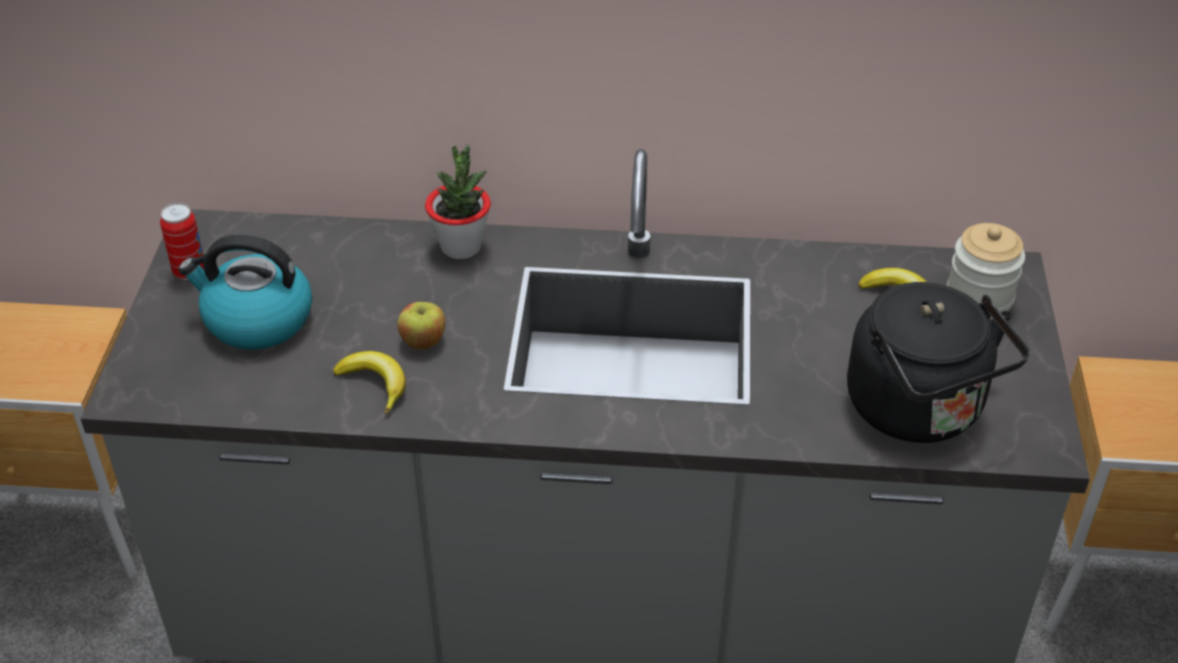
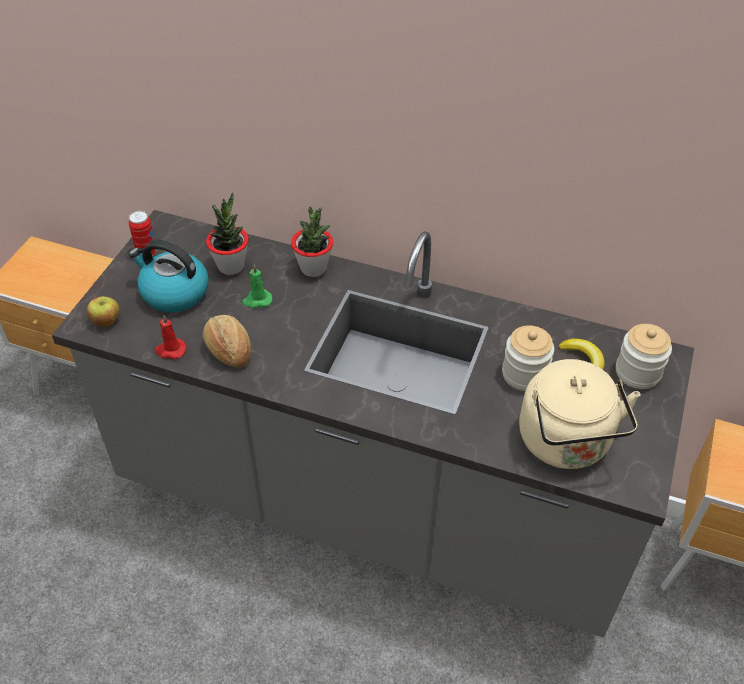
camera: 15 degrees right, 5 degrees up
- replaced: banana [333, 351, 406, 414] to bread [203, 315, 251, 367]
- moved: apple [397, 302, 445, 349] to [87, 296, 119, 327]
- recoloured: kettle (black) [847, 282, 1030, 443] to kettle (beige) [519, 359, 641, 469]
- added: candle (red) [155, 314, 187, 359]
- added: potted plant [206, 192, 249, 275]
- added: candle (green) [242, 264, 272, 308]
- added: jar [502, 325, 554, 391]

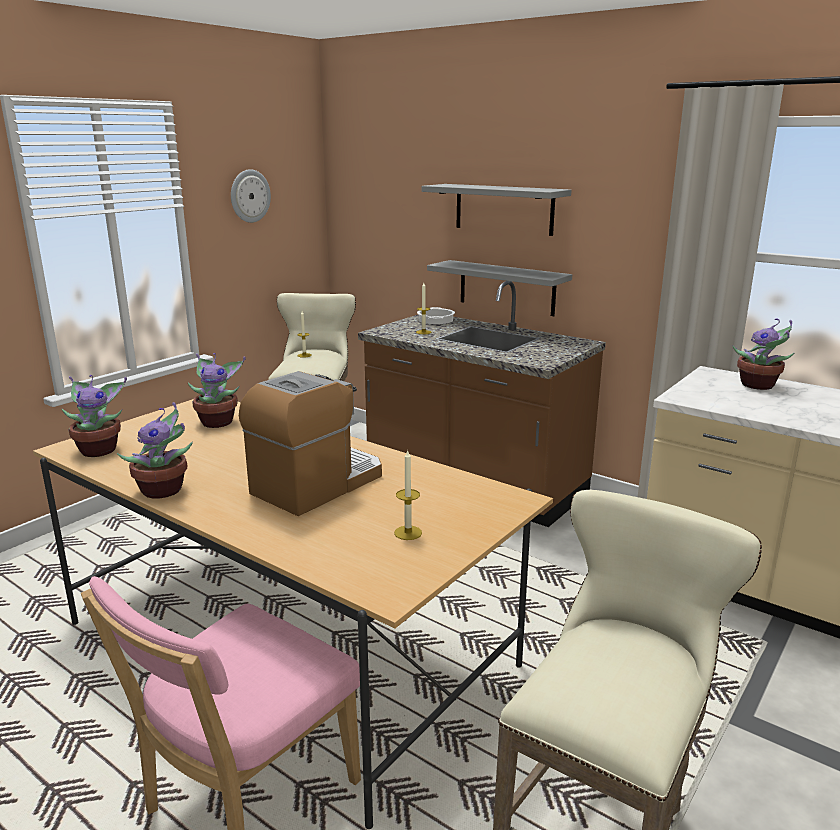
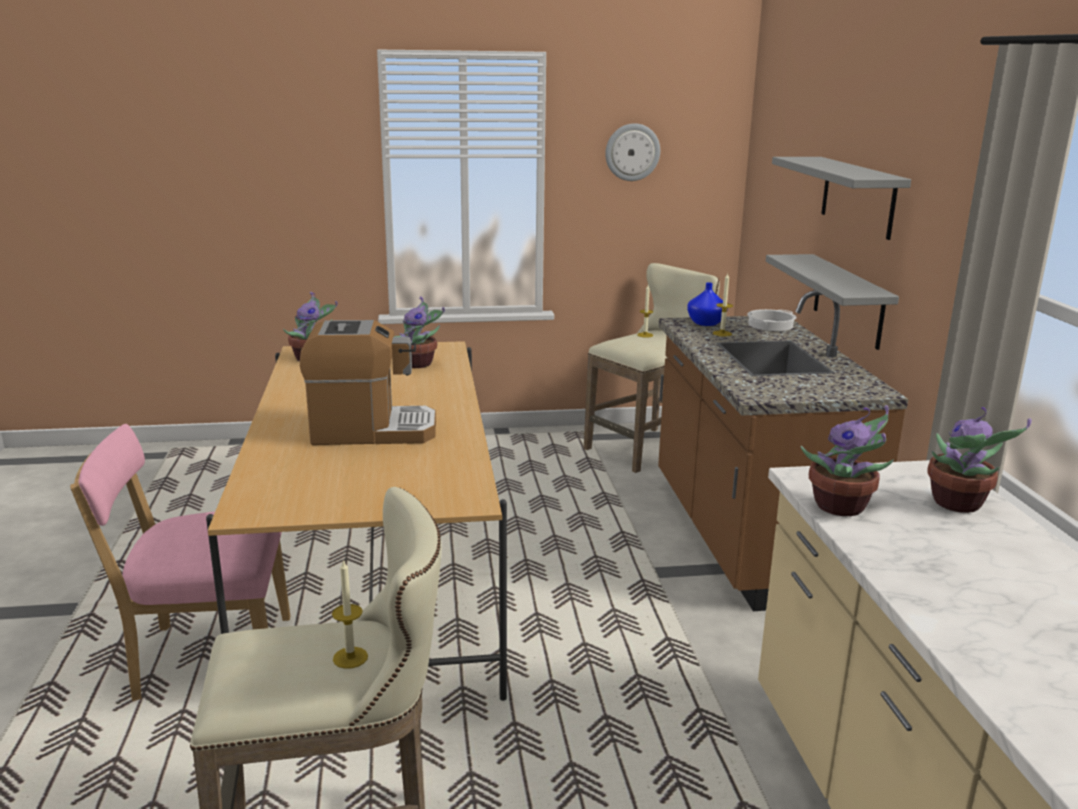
camera: 45 degrees right, 0 degrees up
- moved: potted plant [117, 402, 193, 498] to [801, 405, 894, 516]
- moved: candle [394, 449, 422, 540] to [332, 559, 368, 669]
- added: vase (blue) [687, 282, 723, 326]

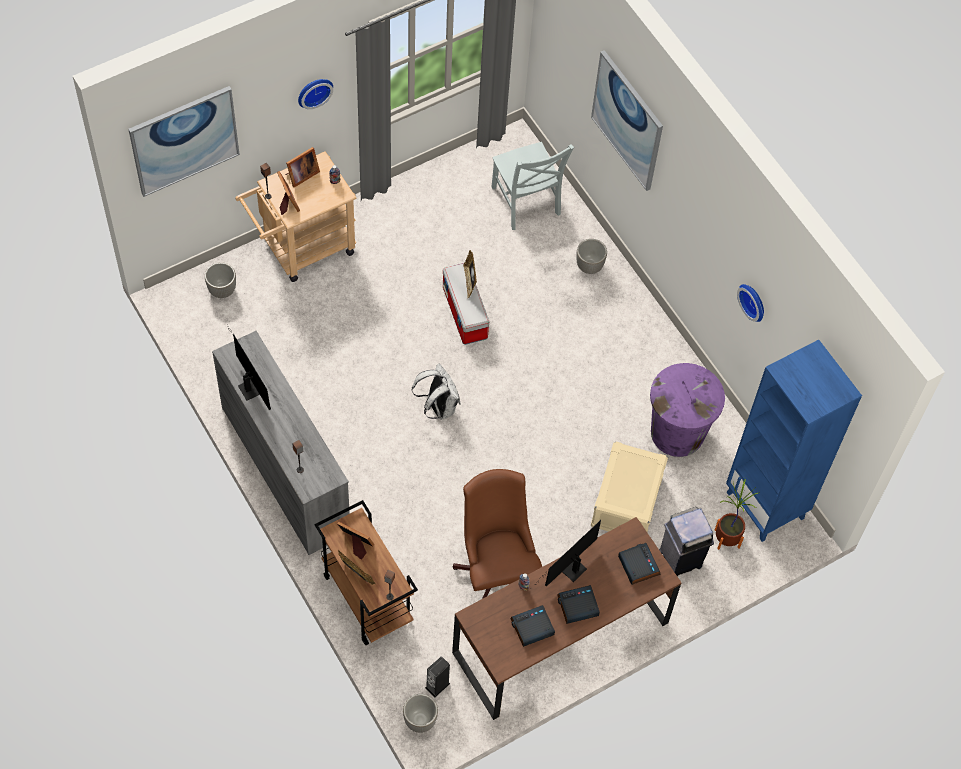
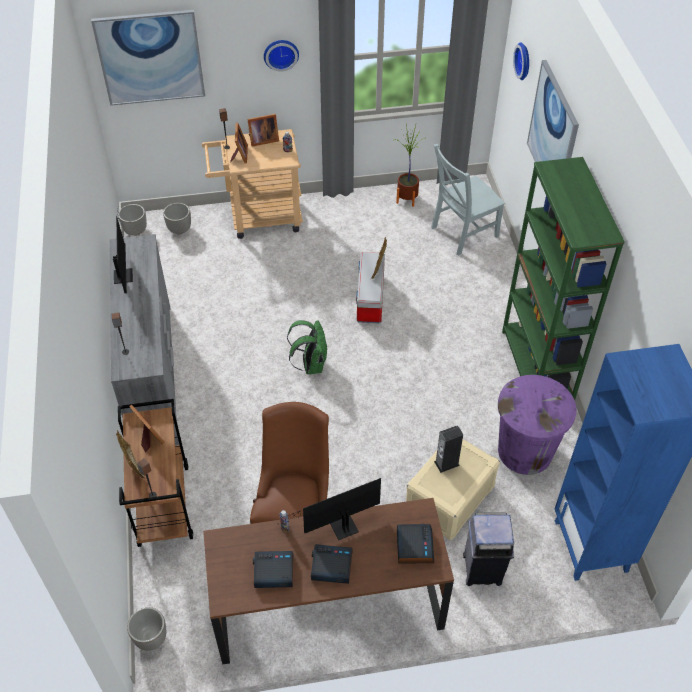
camera: 25 degrees right, 10 degrees down
- recoloured: backpack (white) [412, 364, 460, 420] to backpack (green) [287, 320, 327, 374]
- moved: speaker [425, 656, 450, 698] to [434, 425, 463, 473]
- turned: chair (grey) [491, 142, 574, 230] = [431, 144, 505, 256] 60 degrees clockwise
- moved: planter [576, 239, 607, 274] to [118, 204, 147, 236]
- moved: potted plant [715, 478, 760, 550] to [394, 125, 425, 207]
- moved: wall clock [737, 284, 764, 322] to [513, 43, 529, 80]
- added: bookcase (green) [502, 157, 625, 400]

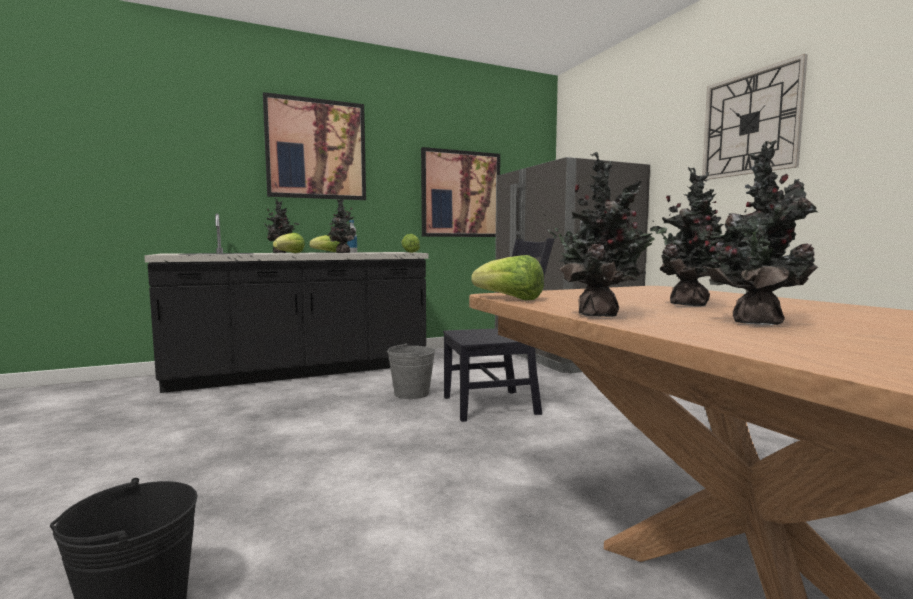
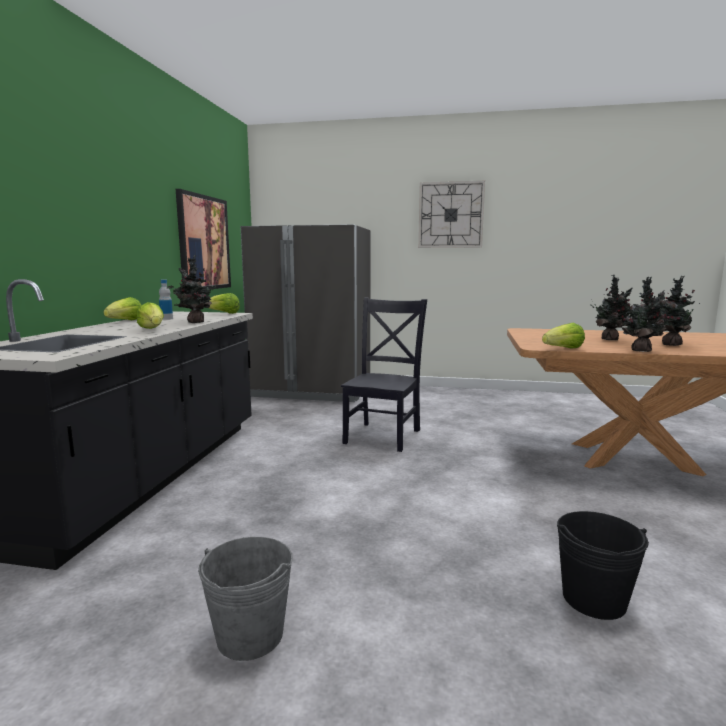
camera: 55 degrees left, 5 degrees up
- removed: potted plant [262, 199, 300, 253]
- removed: picture [263, 92, 366, 200]
- moved: bucket (grey) [387, 343, 435, 399] to [198, 537, 293, 661]

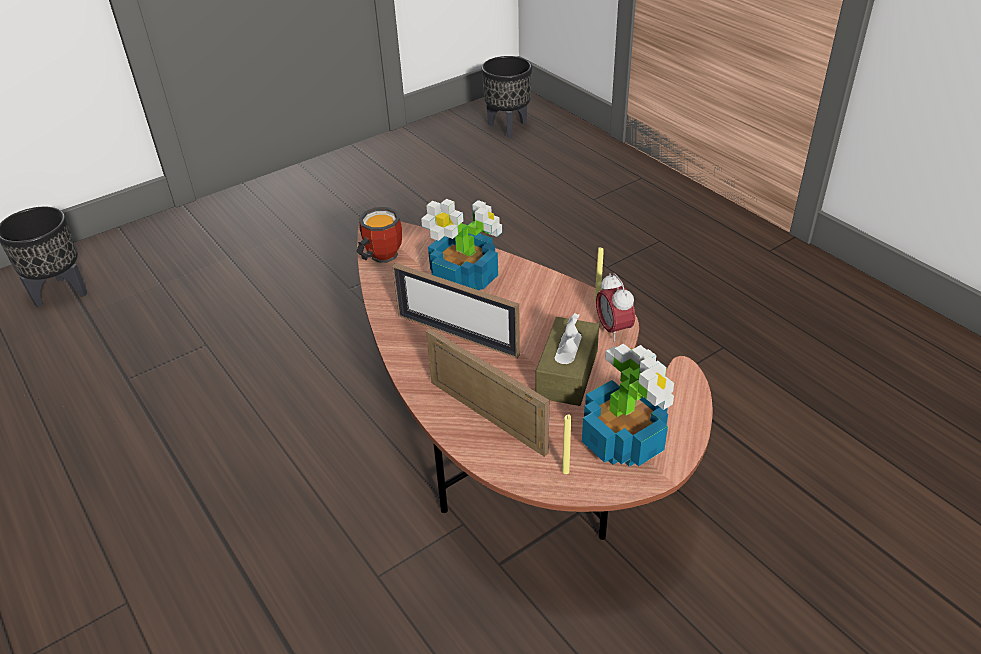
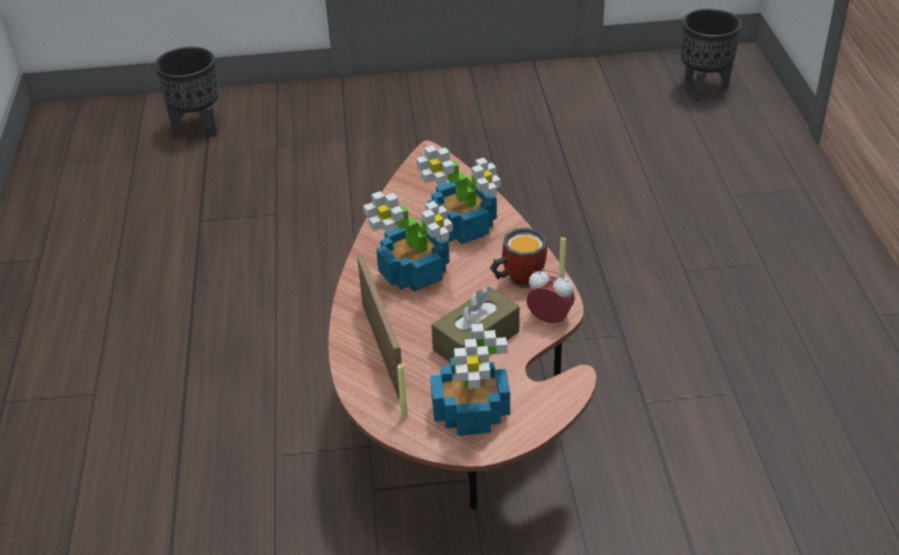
camera: 30 degrees right, 0 degrees up
- moved: mug [356, 207, 402, 263] to [490, 228, 547, 288]
- replaced: picture frame [392, 263, 520, 359] to potted plant [363, 191, 453, 292]
- turned: alarm clock [596, 273, 635, 342] = [526, 269, 575, 323] 105 degrees clockwise

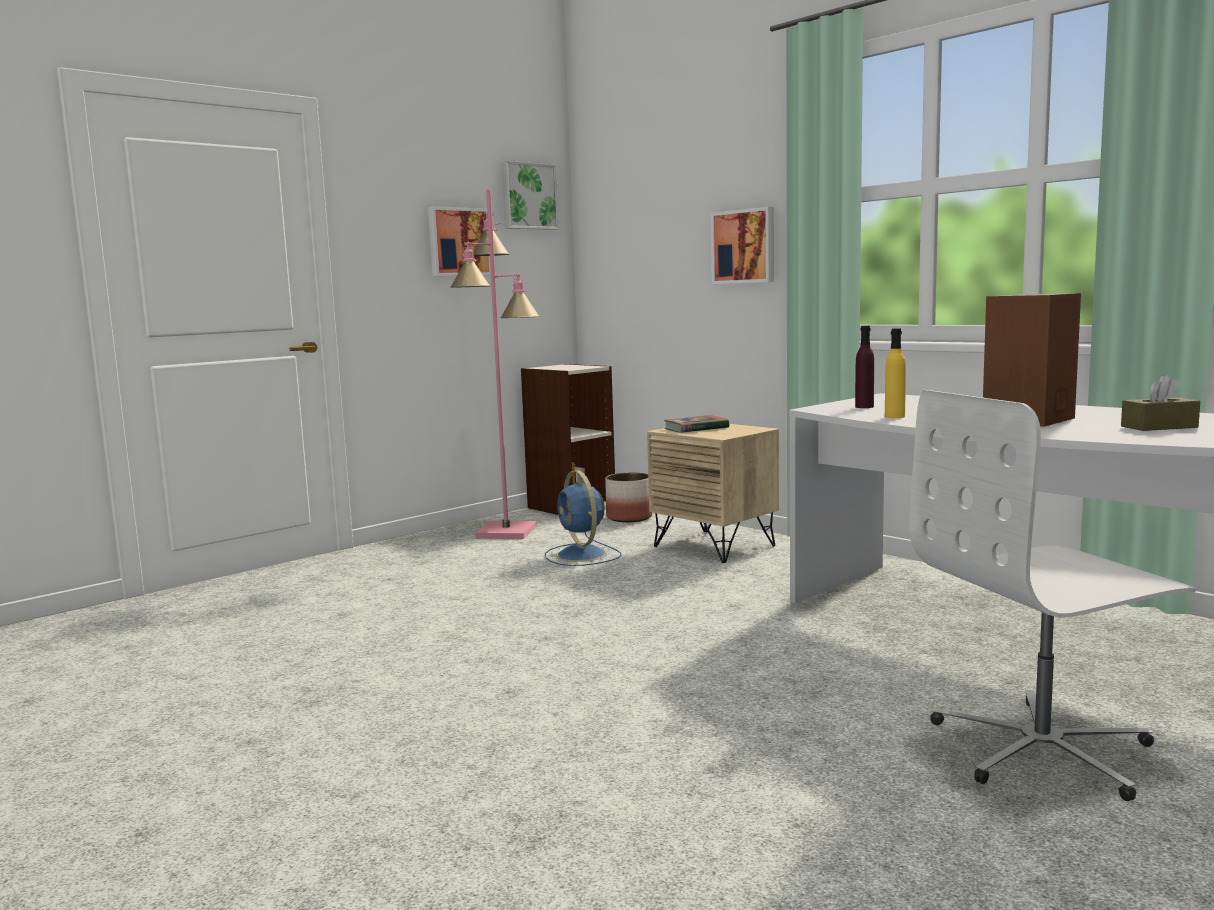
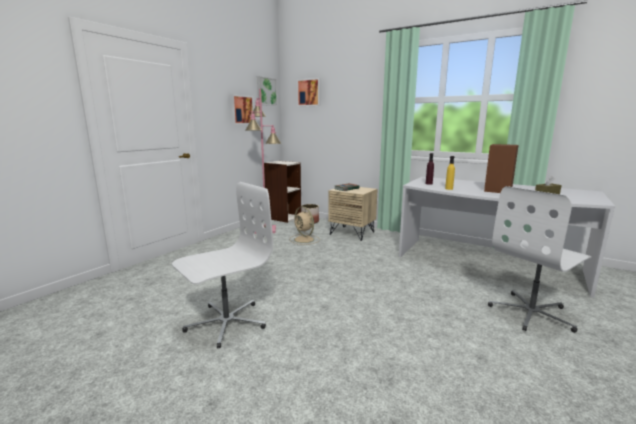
camera: 15 degrees left, 5 degrees up
- recoloured: fan (blue) [545, 470, 622, 566] to fan (beige) [289, 207, 320, 245]
- moved: picture [711, 207, 774, 284] to [297, 78, 321, 107]
- added: office chair (white) [172, 182, 273, 348]

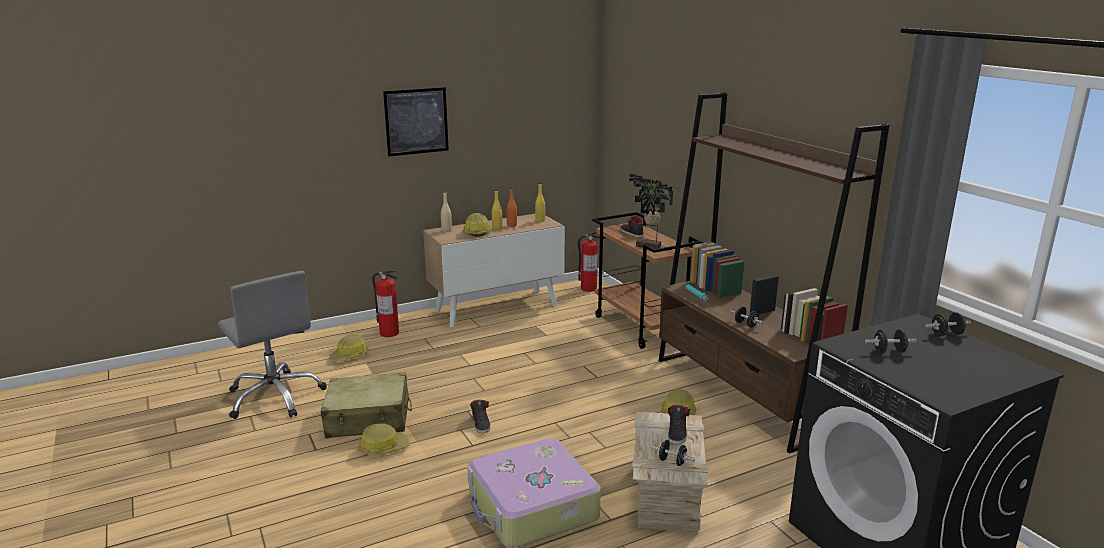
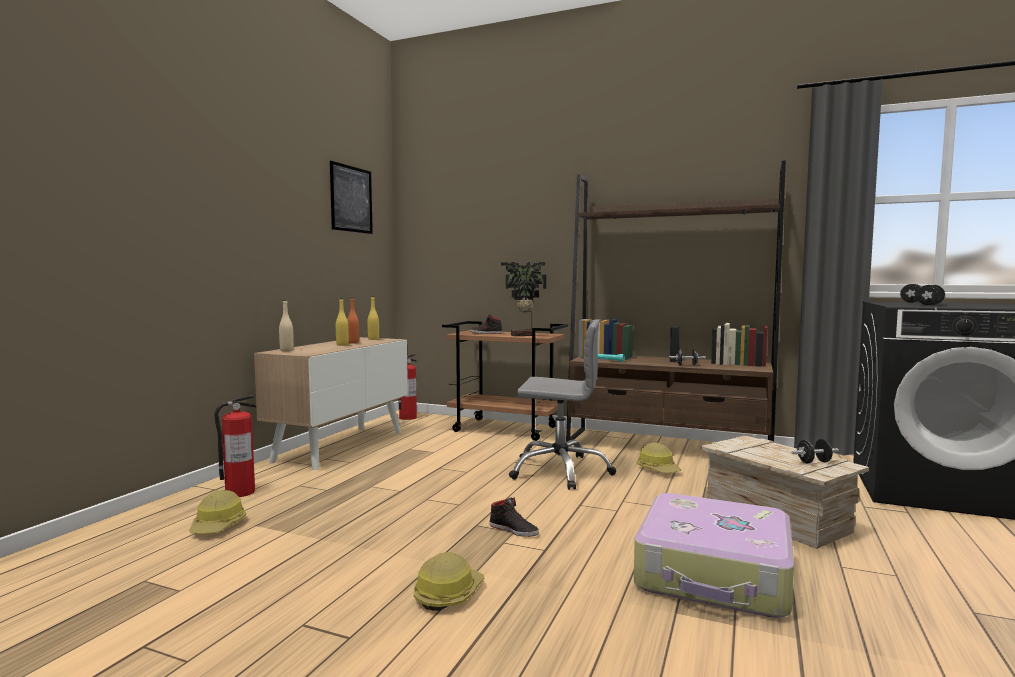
camera: 40 degrees left, 15 degrees down
- moved: office chair (grey) [218, 271, 327, 419] to [509, 320, 616, 490]
- removed: suitcase (beige) [321, 372, 412, 438]
- moved: picture [383, 87, 449, 157] to [330, 161, 373, 234]
- removed: hard hat [463, 213, 491, 237]
- removed: shoe (black) [668, 405, 690, 445]

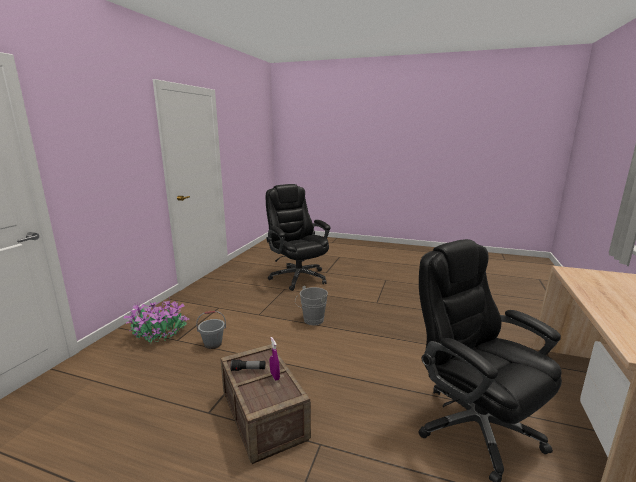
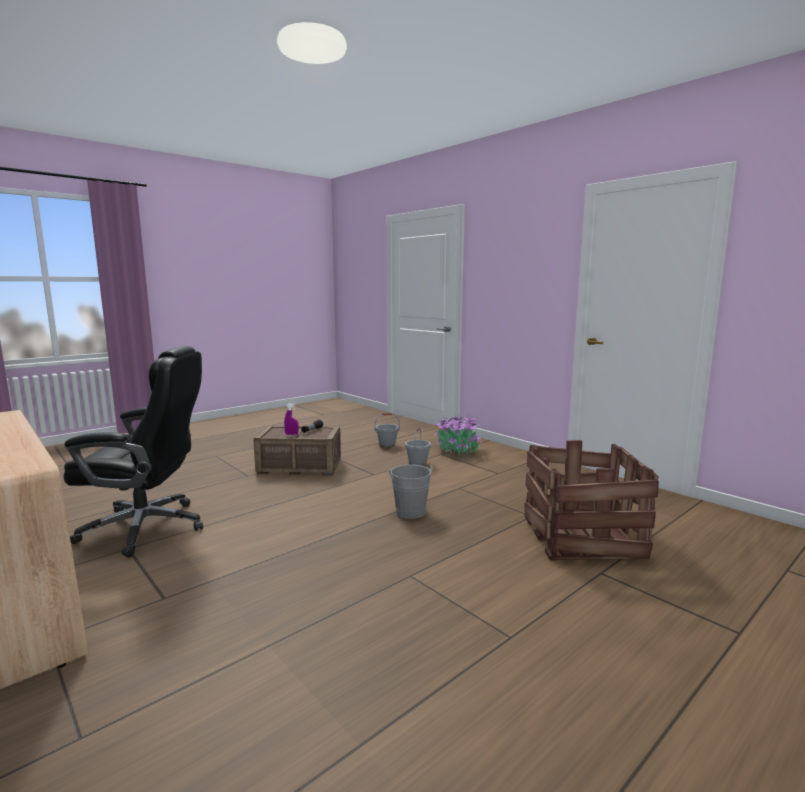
camera: 120 degrees right, 5 degrees down
- replaced: office chair (black) [266, 184, 331, 291] to crate [525, 440, 659, 560]
- added: bucket (grey) [375, 413, 400, 448]

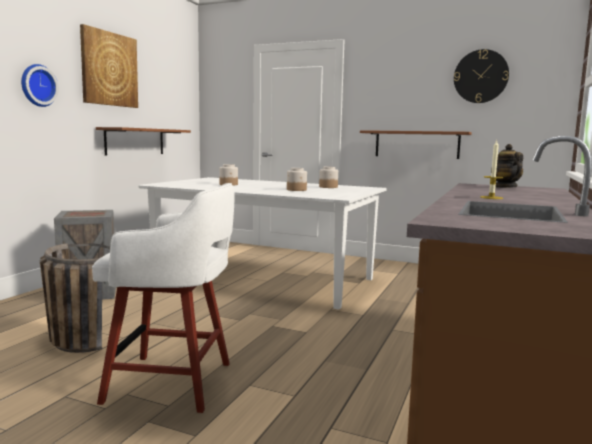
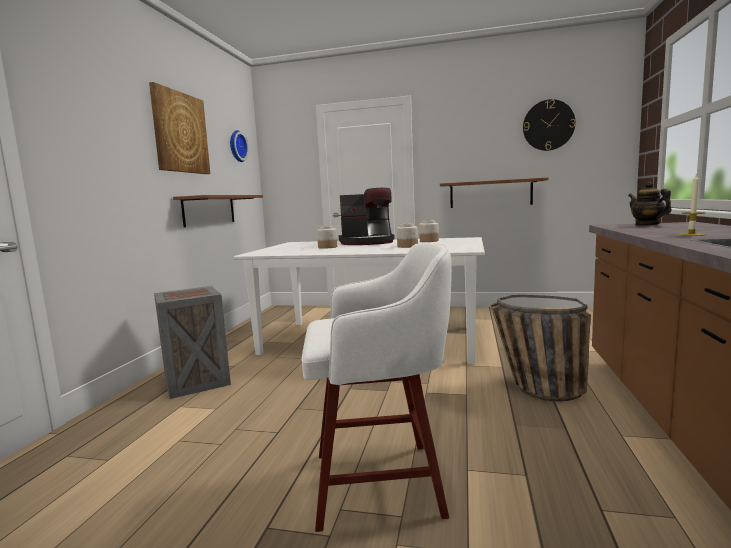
camera: 10 degrees left, 0 degrees up
- moved: wall clock [21, 64, 59, 107] to [230, 130, 249, 162]
- moved: basket [39, 243, 110, 353] to [491, 295, 591, 401]
- added: coffee machine [339, 188, 395, 245]

